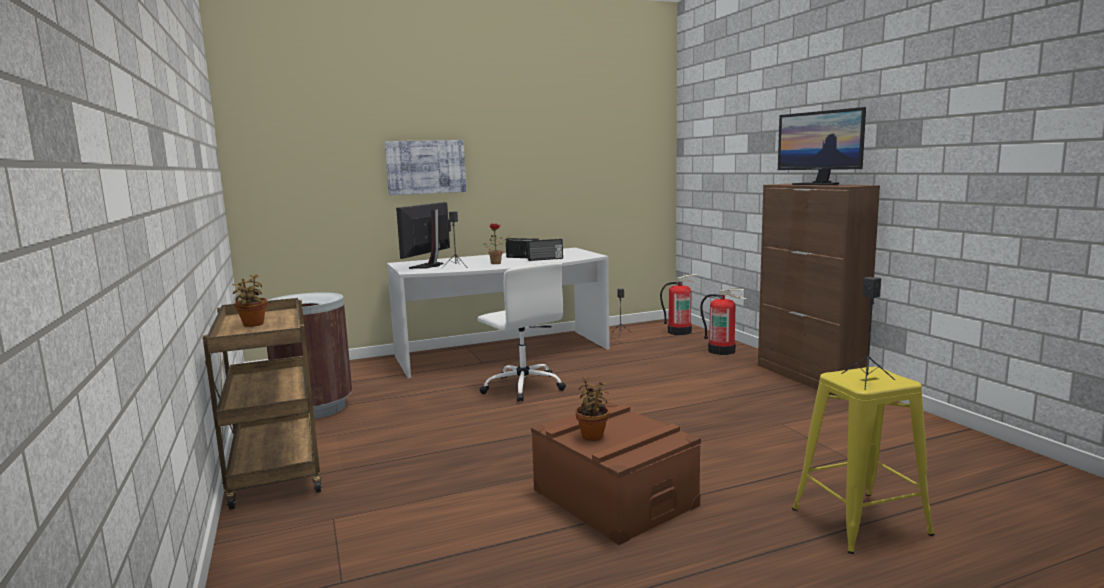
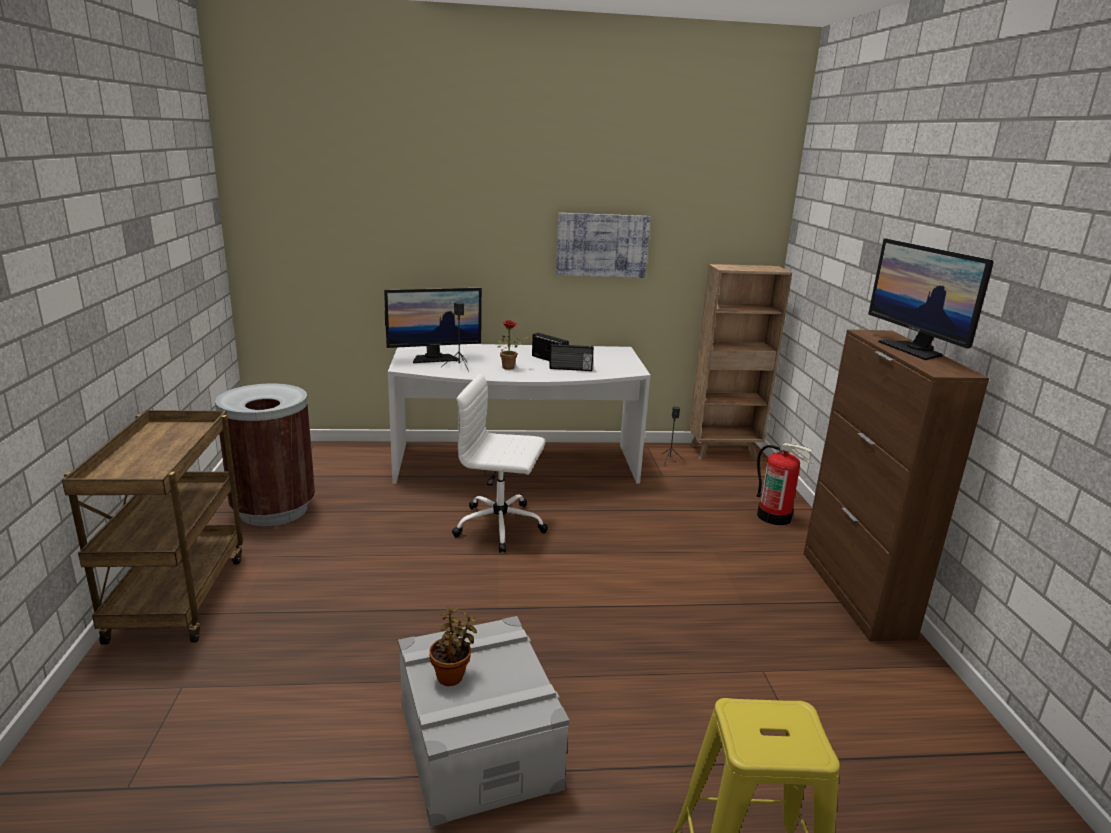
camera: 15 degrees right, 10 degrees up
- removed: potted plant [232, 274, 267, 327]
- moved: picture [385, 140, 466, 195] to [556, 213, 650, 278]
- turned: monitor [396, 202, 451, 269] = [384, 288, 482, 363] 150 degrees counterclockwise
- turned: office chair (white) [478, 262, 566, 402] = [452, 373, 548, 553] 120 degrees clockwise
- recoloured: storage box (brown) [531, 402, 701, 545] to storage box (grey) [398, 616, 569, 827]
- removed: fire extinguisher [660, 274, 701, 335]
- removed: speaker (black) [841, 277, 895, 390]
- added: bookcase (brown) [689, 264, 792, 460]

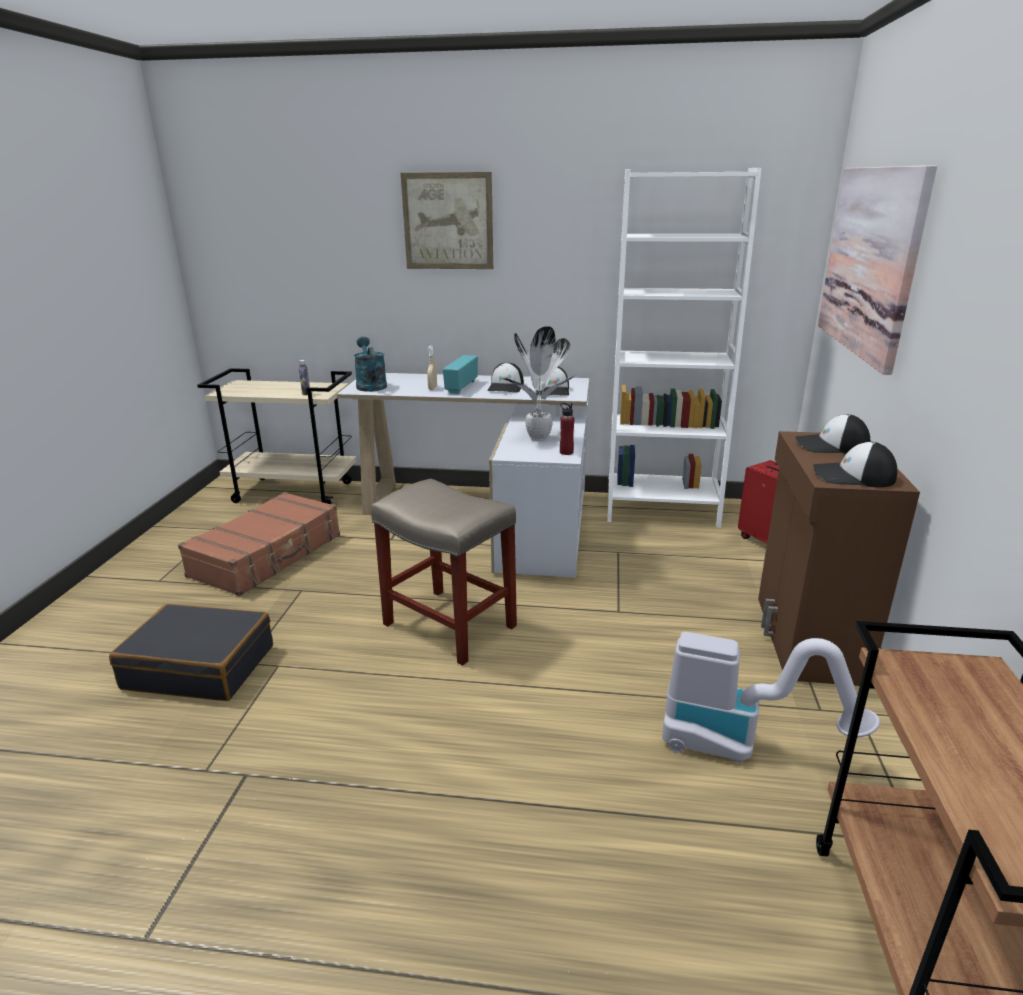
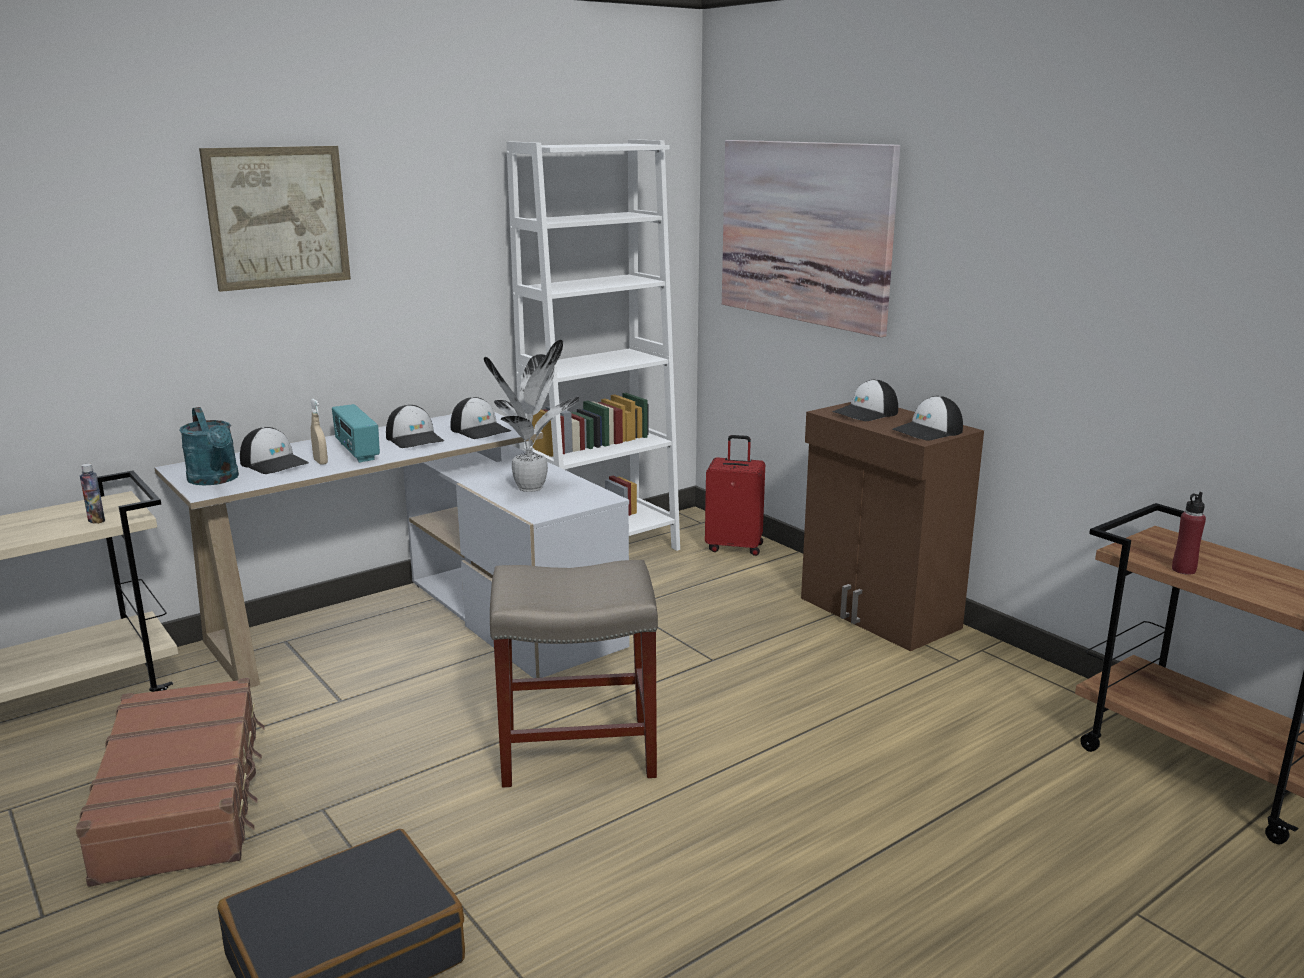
camera: 45 degrees left, 5 degrees down
- turned: watering can (turquoise) [354, 337, 387, 392] = [179, 407, 239, 486] 150 degrees counterclockwise
- moved: bottle (red) [560, 403, 574, 455] to [1172, 492, 1206, 575]
- removed: vacuum cleaner [662, 632, 880, 762]
- added: cap [240, 427, 309, 474]

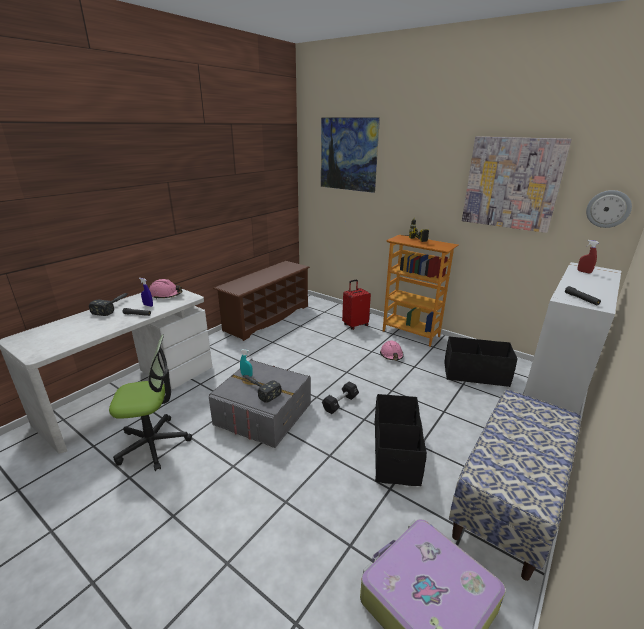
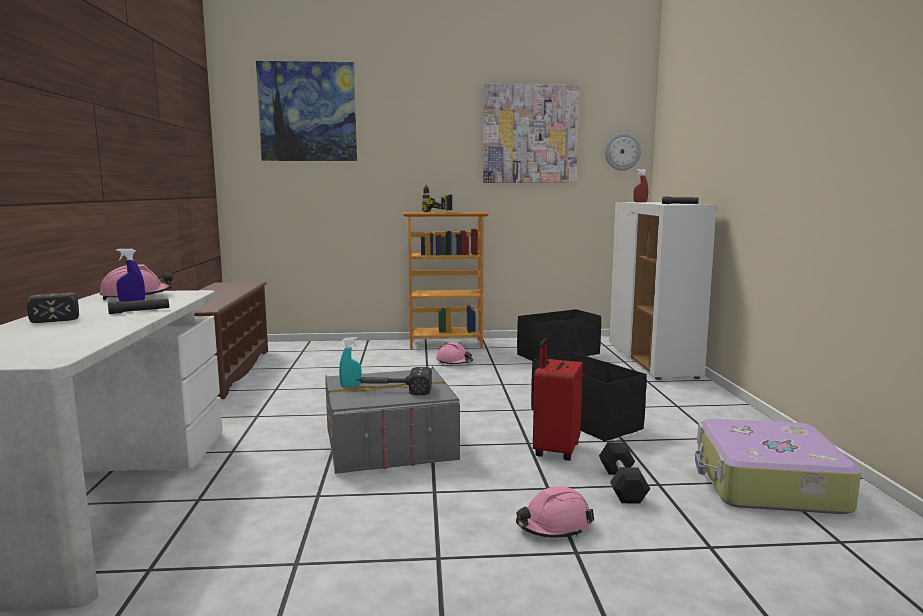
camera: 40 degrees left, 15 degrees down
- removed: office chair [109, 334, 192, 471]
- moved: dumbbell (black) [322, 381, 359, 414] to [599, 442, 650, 504]
- moved: suitcase (red) [342, 280, 371, 330] to [533, 338, 583, 461]
- removed: bench [449, 389, 581, 581]
- added: hard hat (pink) [516, 486, 594, 538]

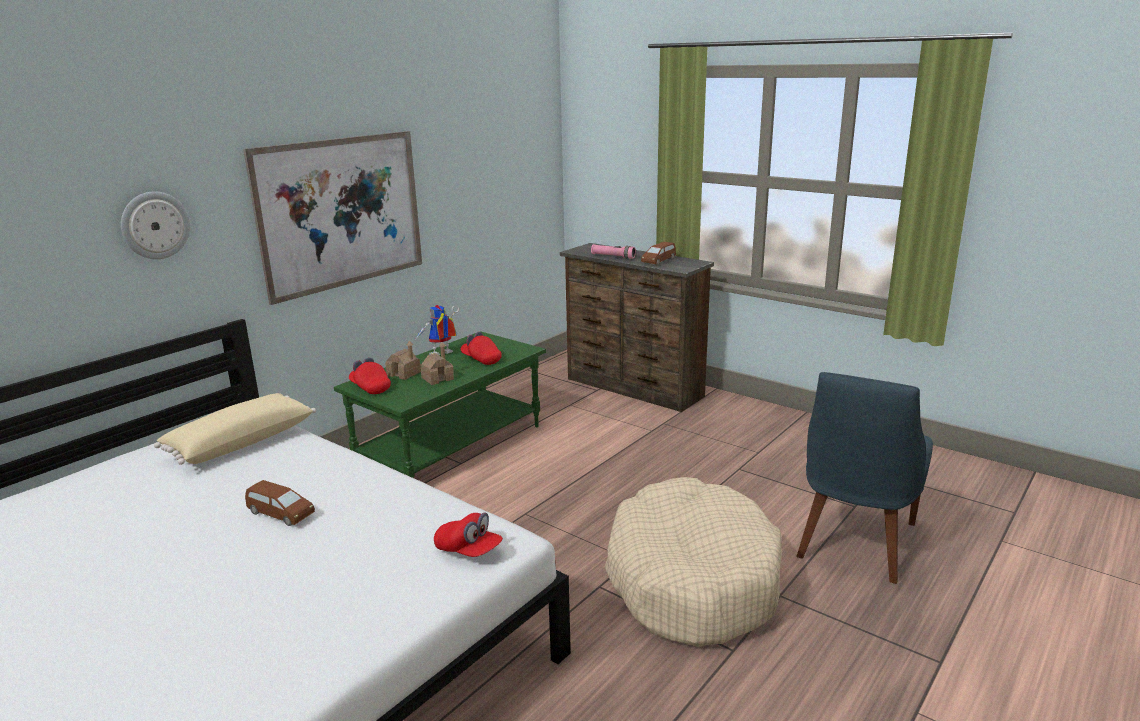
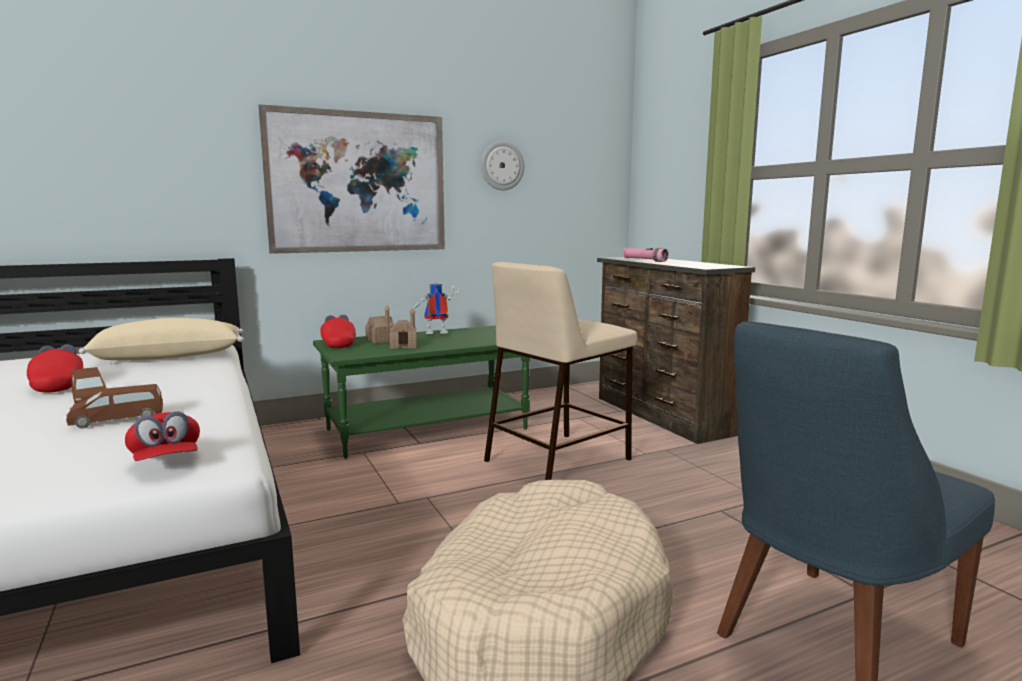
camera: 25 degrees right, 10 degrees down
- moved: wall clock [121, 191, 190, 259] to [481, 141, 524, 191]
- moved: cap (red) [461, 332, 502, 365] to [27, 344, 83, 392]
- moved: toy car (brown) [641, 242, 676, 265] to [66, 384, 163, 428]
- added: stool (beige) [484, 262, 637, 480]

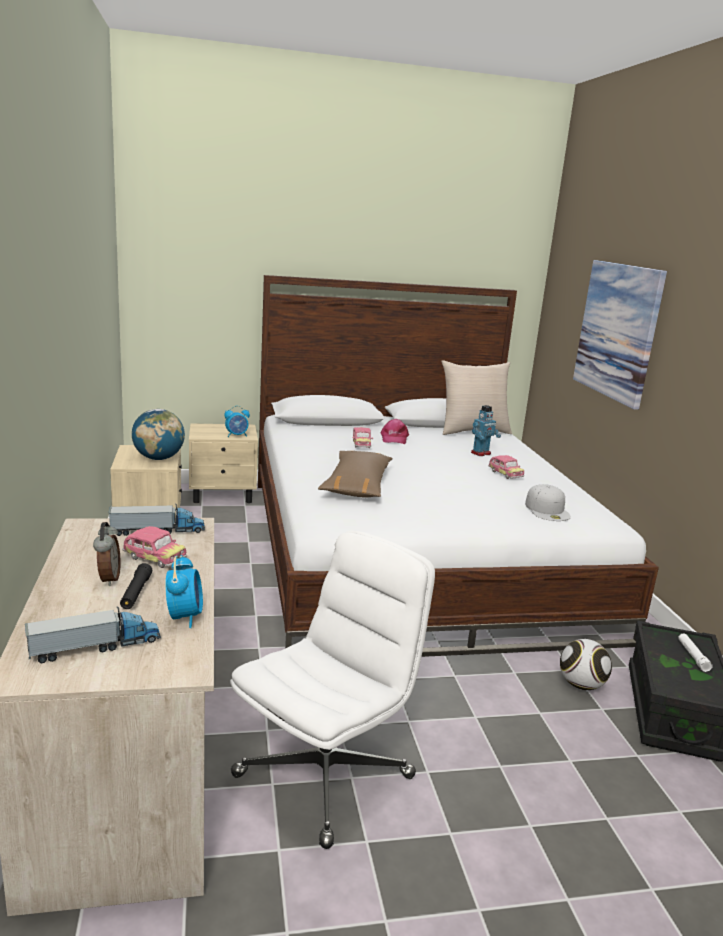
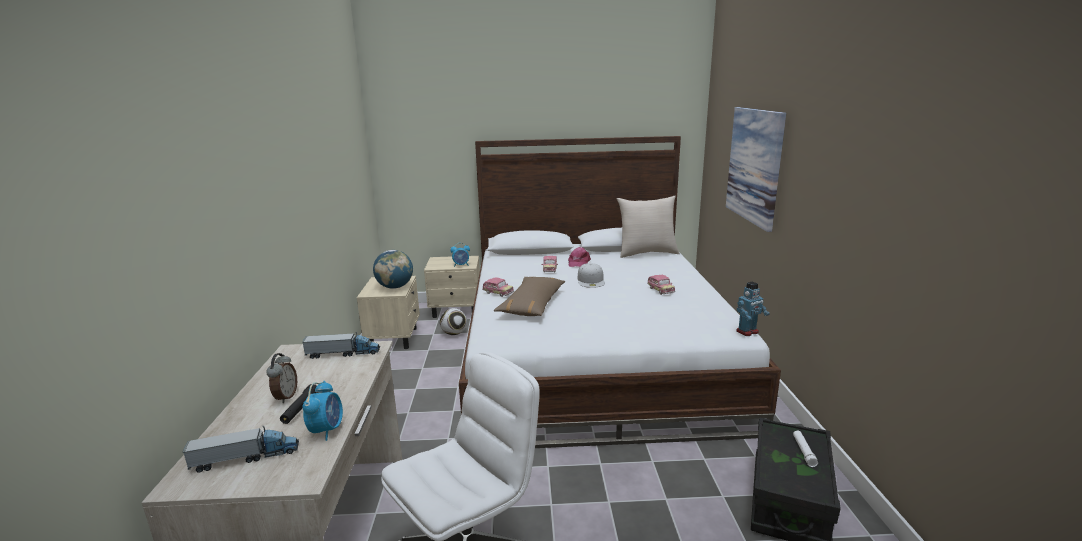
camera: 10 degrees right, 0 degrees up
- moved: toy car [122, 526, 187, 568] to [482, 278, 514, 297]
- moved: toy robot [471, 405, 501, 456] to [736, 281, 769, 336]
- moved: cap (white) [525, 484, 571, 521] to [578, 263, 605, 288]
- moved: football [560, 639, 612, 690] to [440, 308, 467, 335]

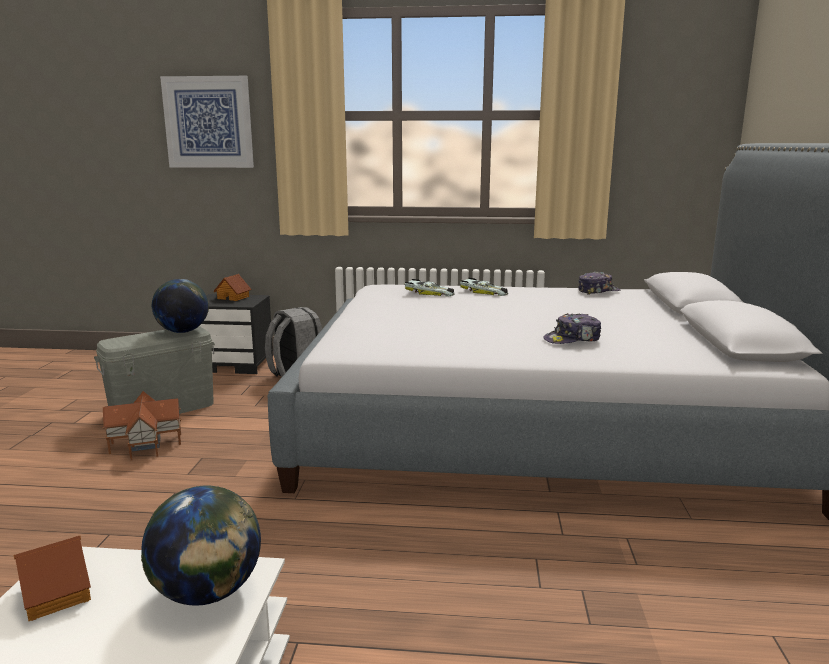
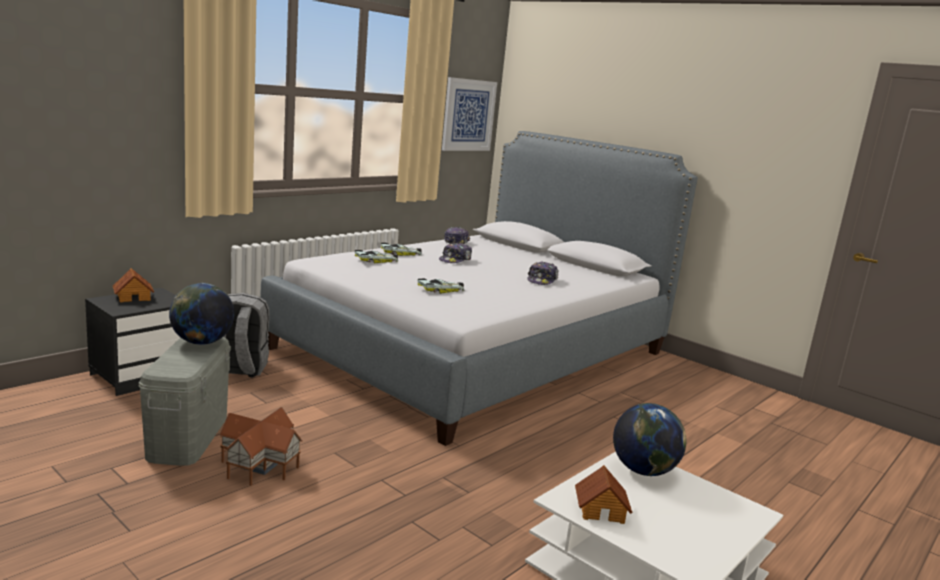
camera: 55 degrees left, 0 degrees up
- moved: picture [160, 76, 254, 168] to [442, 77, 497, 151]
- added: toy car [417, 279, 464, 294]
- added: cap [439, 243, 472, 263]

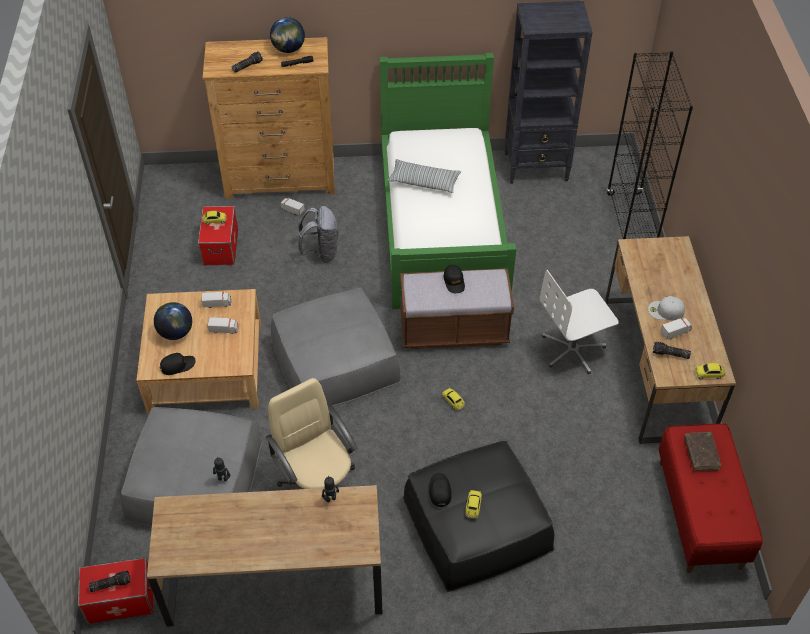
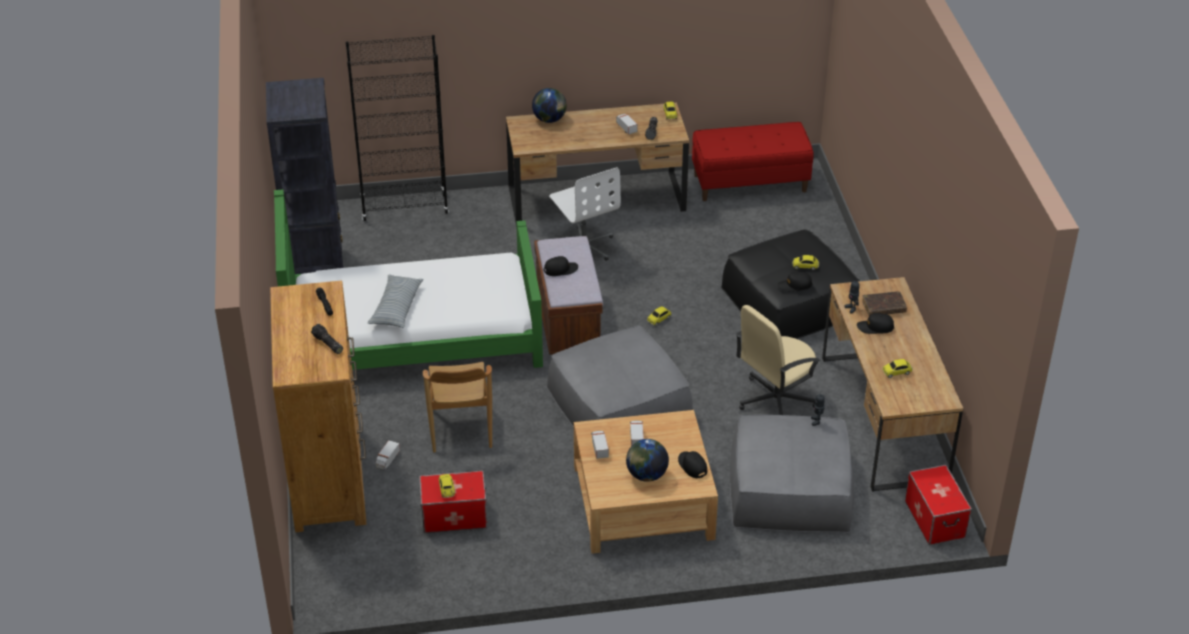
camera: 95 degrees left, 10 degrees down
- removed: flashlight [89, 570, 131, 592]
- moved: globe [270, 17, 305, 53] to [532, 88, 567, 123]
- replaced: backpack (grey) [298, 206, 338, 263] to chair (brown) [423, 362, 492, 453]
- removed: cap (white) [648, 296, 685, 321]
- moved: book (brown) [684, 432, 721, 471] to [862, 291, 907, 316]
- added: cap (black) [857, 313, 894, 334]
- added: toy car [882, 359, 913, 378]

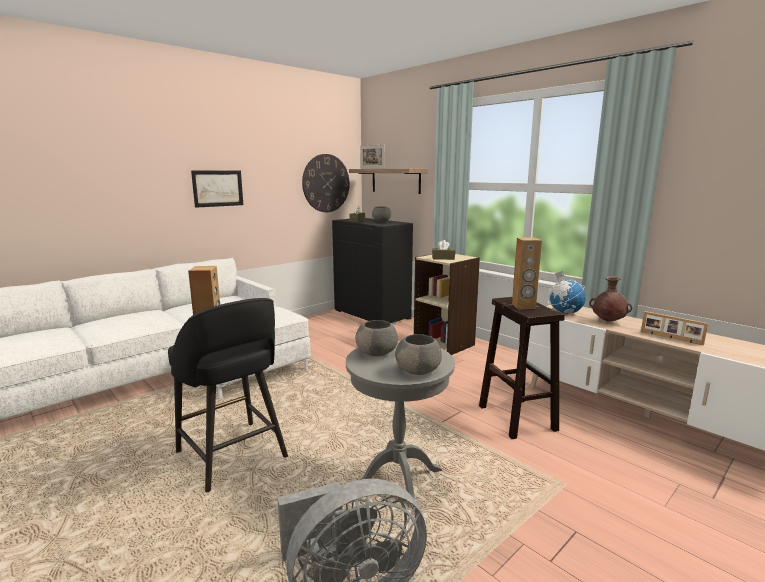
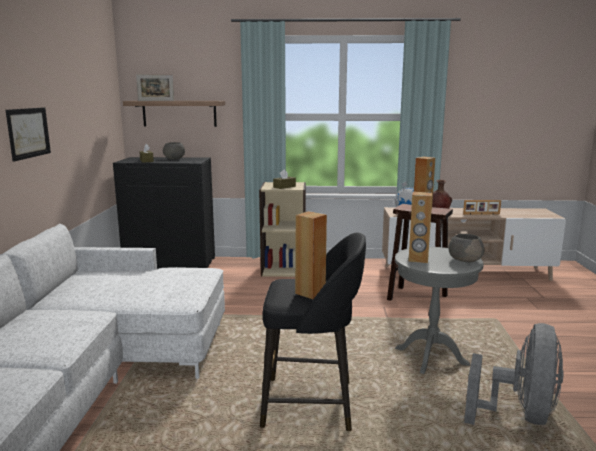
camera: 45 degrees left, 0 degrees up
- removed: wall clock [302, 154, 350, 212]
- replaced: bowl (grey) [355, 320, 398, 356] to speaker (brown) [408, 192, 432, 263]

